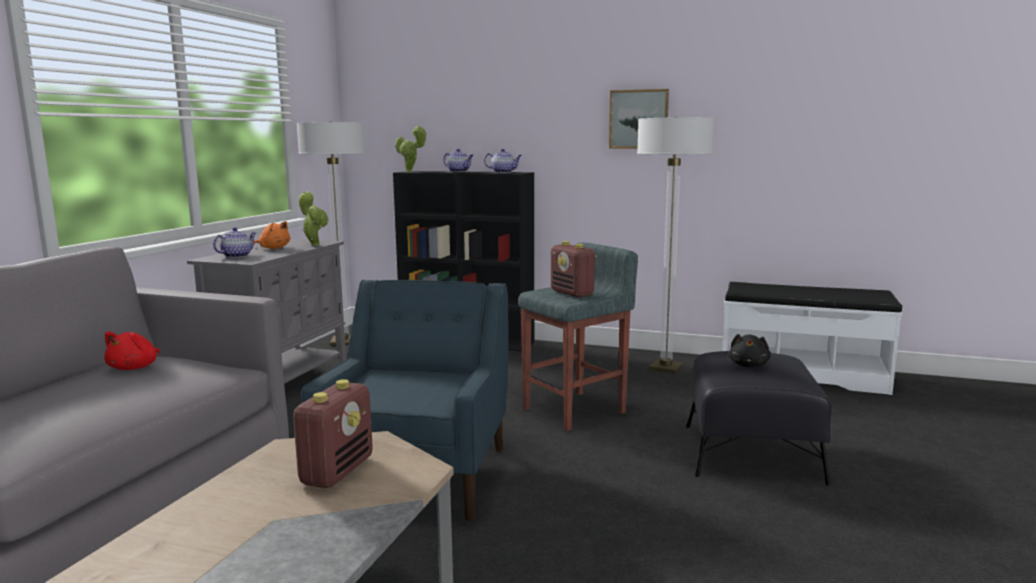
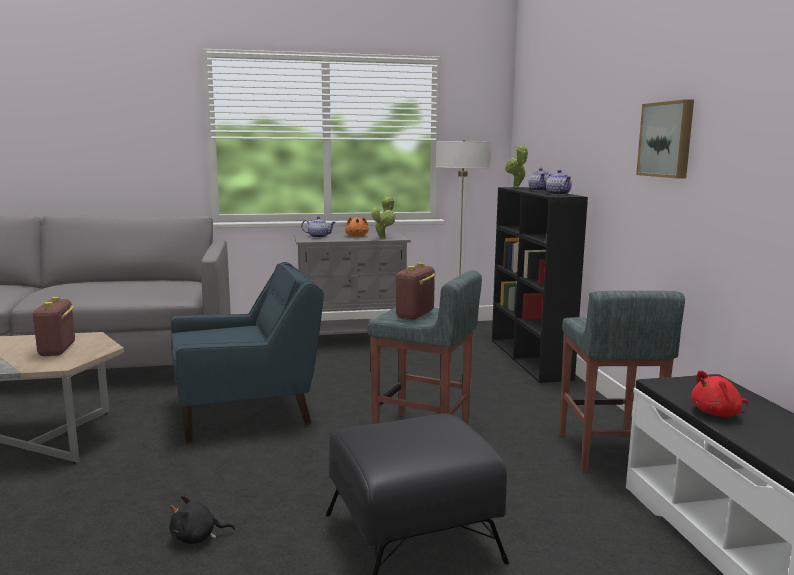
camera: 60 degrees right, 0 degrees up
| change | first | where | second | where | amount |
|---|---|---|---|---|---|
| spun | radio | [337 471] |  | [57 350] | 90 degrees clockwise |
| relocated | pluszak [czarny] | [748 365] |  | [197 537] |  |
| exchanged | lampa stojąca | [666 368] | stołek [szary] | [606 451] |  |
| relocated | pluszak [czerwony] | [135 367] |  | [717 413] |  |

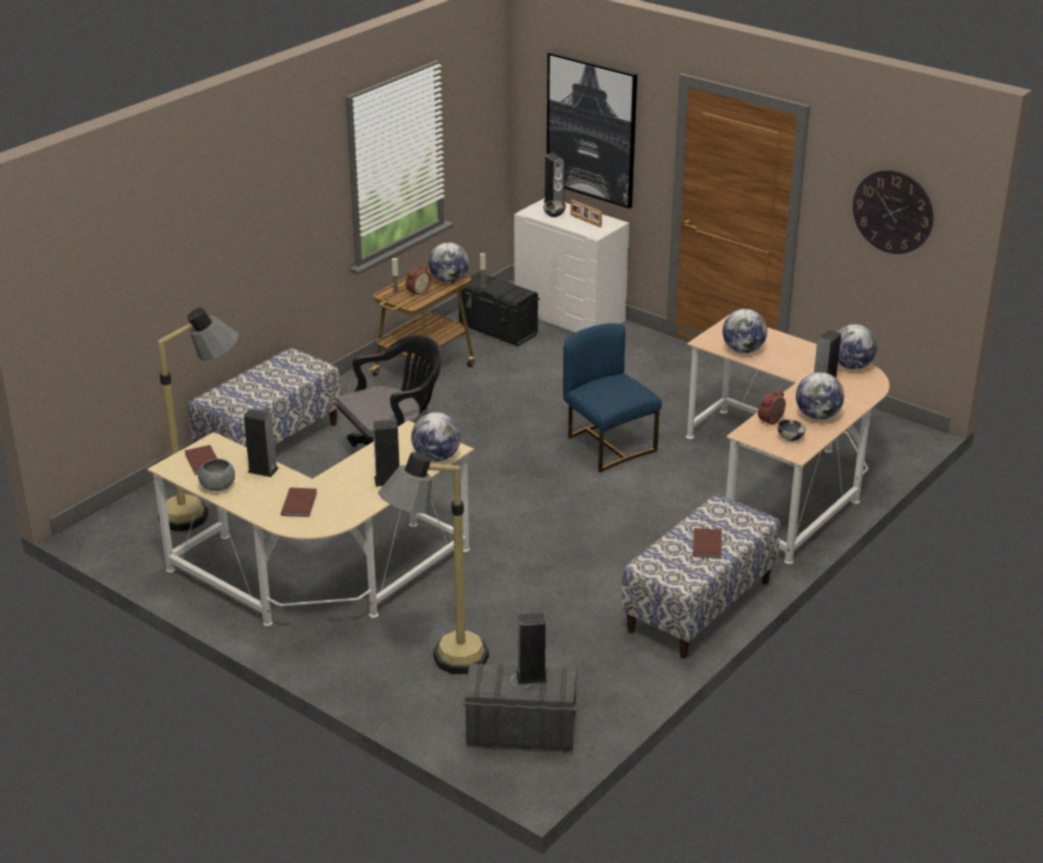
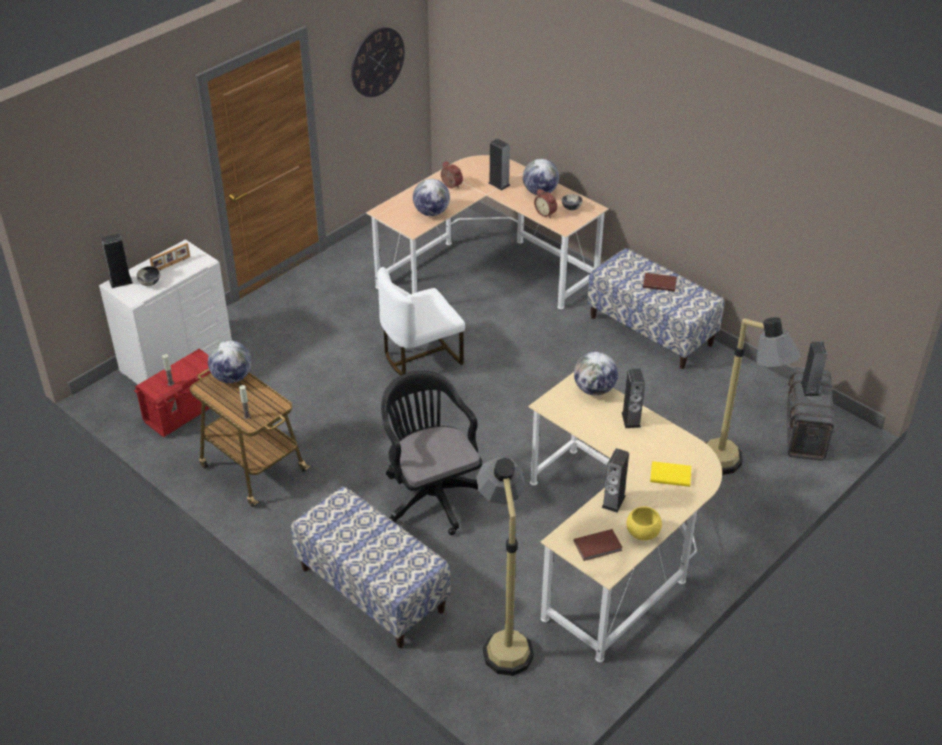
camera: 85 degrees left, 10 degrees up
| change | first | where | second | where | amount |
|---|---|---|---|---|---|
| colour | pojemnik do przechowywania [czarny] | [498 330] | pojemnik do przechowywania [czerwony] | [185 410] |  |
| colour | krzesło [niebieski] | [607 445] | krzesło [biały] | [421 356] |  |
| relocated | budzik | [417 292] |  | [450 186] |  |
| colour | miska [szary] | [218 486] | miska [żółty] | [642 532] |  |
| colour | książka [brązowy] | [300 503] | książka [żółty] | [670 474] |  |
| missing | obraz | [591 129] |  |  |  |
| missing | globus | [851 366] |  |  |  |

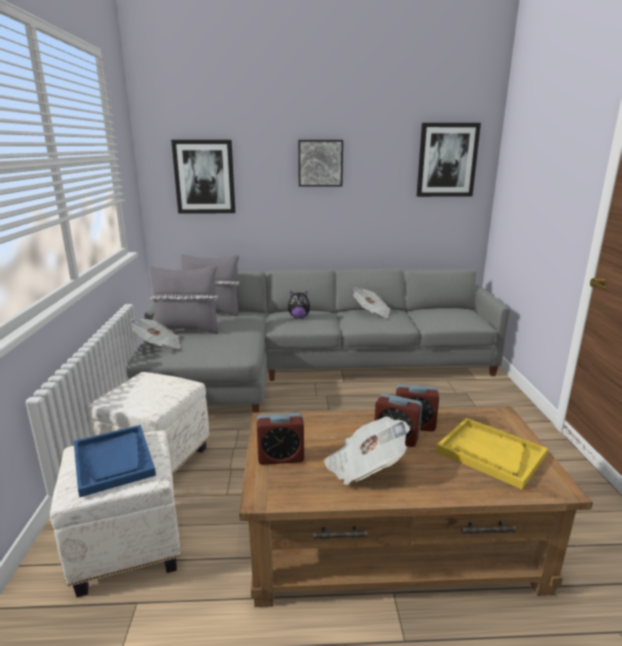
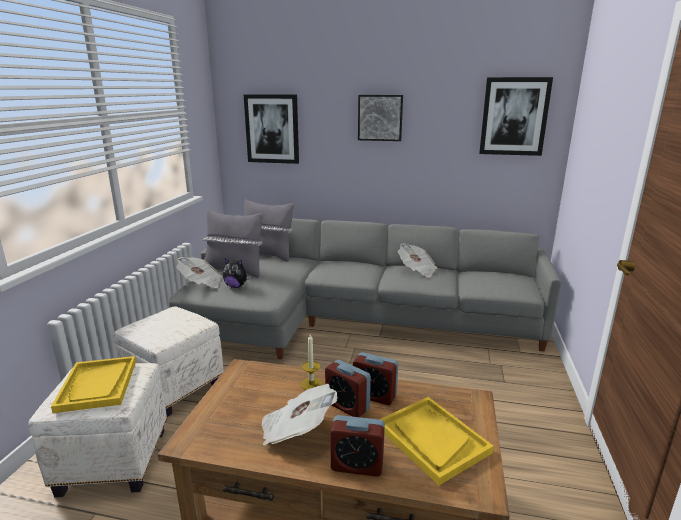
camera: 15 degrees right, 0 degrees up
| change | first | where | second | where | amount |
|---|---|---|---|---|---|
| colour | taca [niebieski] | [114 461] | taca [żółty] | [98 385] |  |
| relocated | pluszak | [299 317] |  | [236 286] |  |
| appeared |  |  | świeca | [311 384] |  |
| relocated | budzik | [281 457] |  | [357 465] |  |

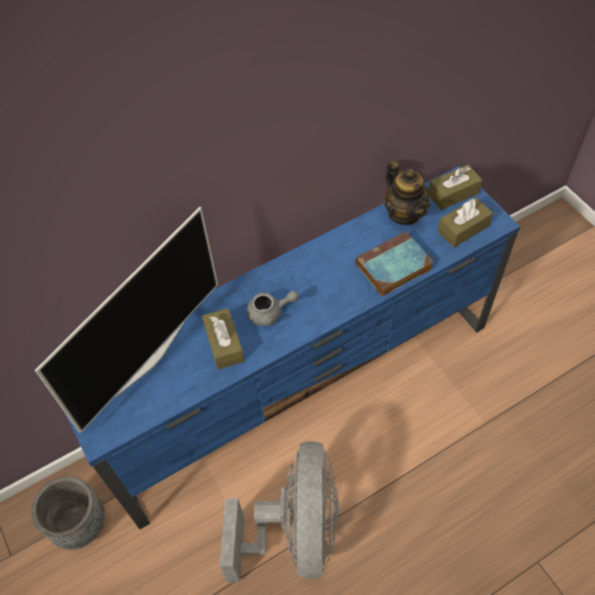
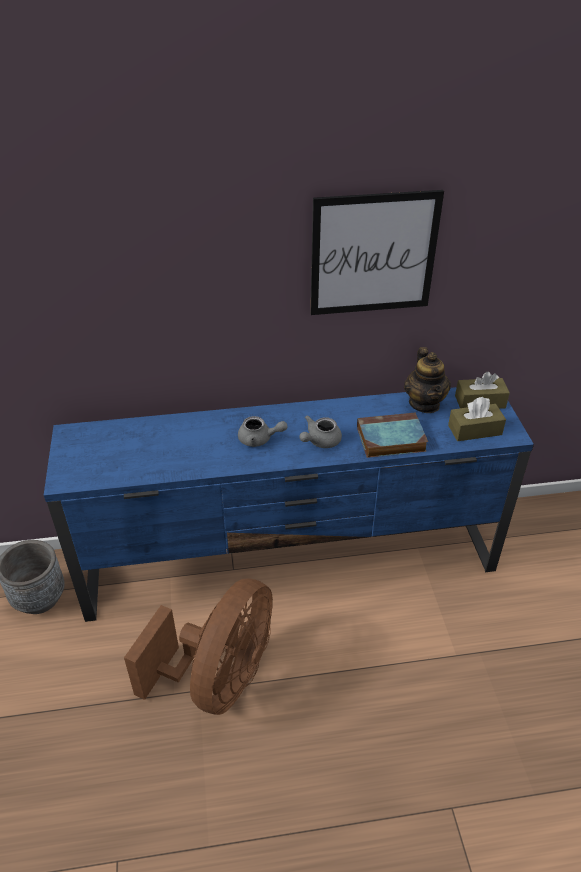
camera: 20 degrees right, 15 degrees down
| change | first | where | second | where | amount |
|---|---|---|---|---|---|
| colour | wentylator [szary] | [295 531] | wentylator [brązowy] | [219 678] |  |
| appeared |  |  | imbryk [szary] | [320 441] |  |
| appeared |  |  | obraz | [373 254] |  |
| missing | telewizor | [149 358] |  |  |  |
| missing | pudełko chusteczek [brązowy] | [224 344] |  |  |  |

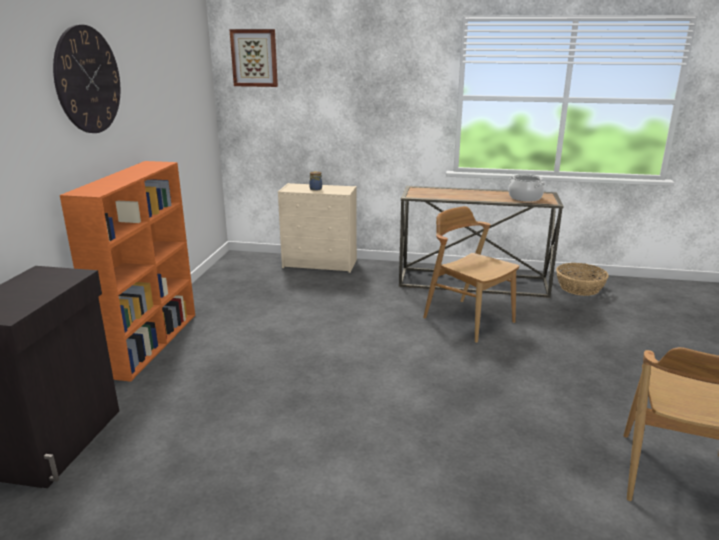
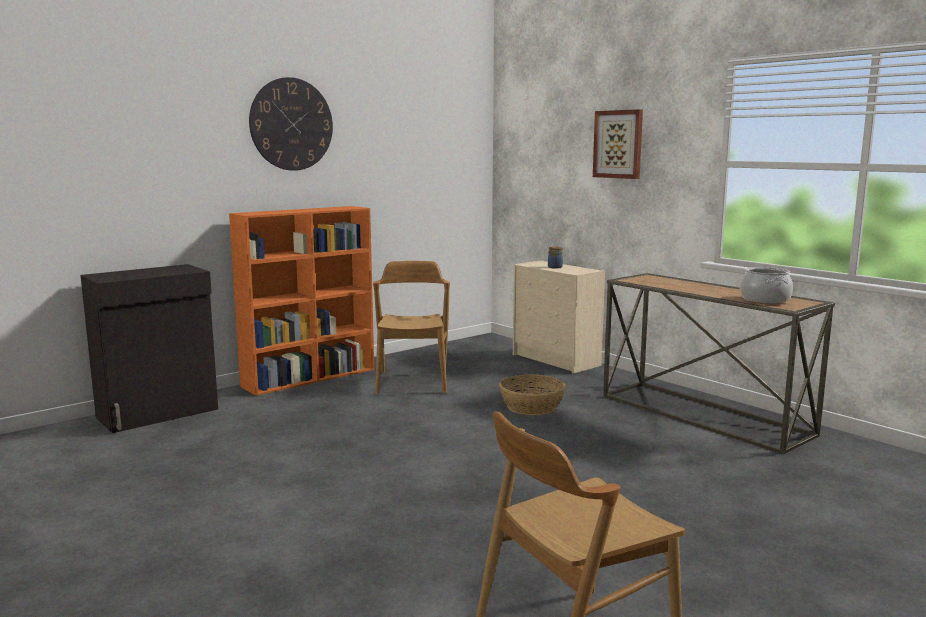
camera: 40 degrees right, 10 degrees down
| change | first | where | second | where | amount |
|---|---|---|---|---|---|
| relocated | krzesło [brązowy] | [468 320] |  | [413 382] |  |
| relocated | koszyk | [579 288] |  | [532 407] |  |
| relocated | obraz | [254 58] |  | [618 144] |  |

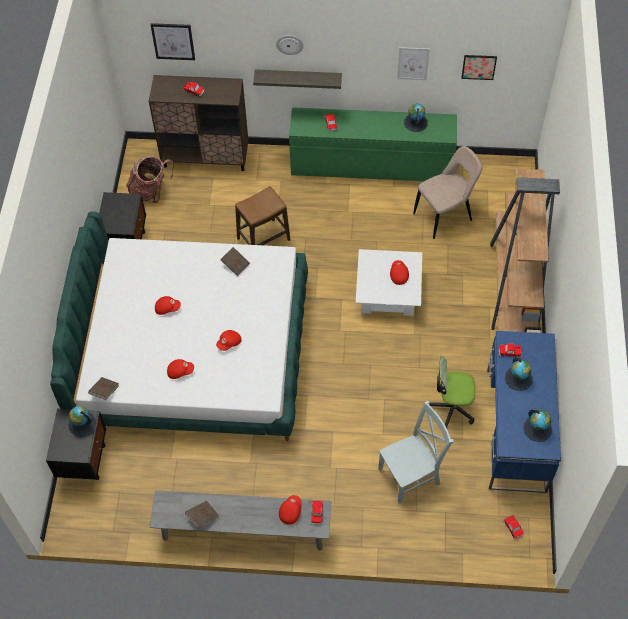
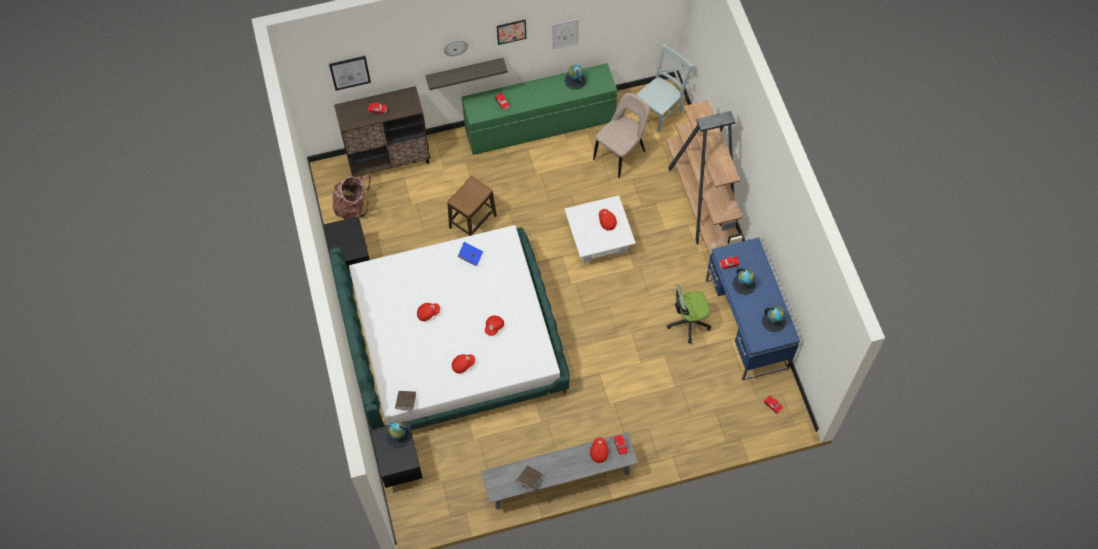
camera: 20 degrees left, 5 degrees up
| change | first | where | second | where | amount |
|---|---|---|---|---|---|
| colour | książka [brązowy] | [235 265] | książka [niebieski] | [470 256] |  |
| relocated | obraz | [479 67] |  | [511 31] |  |
| relocated | krzesło [szary] | [411 475] |  | [660 111] |  |

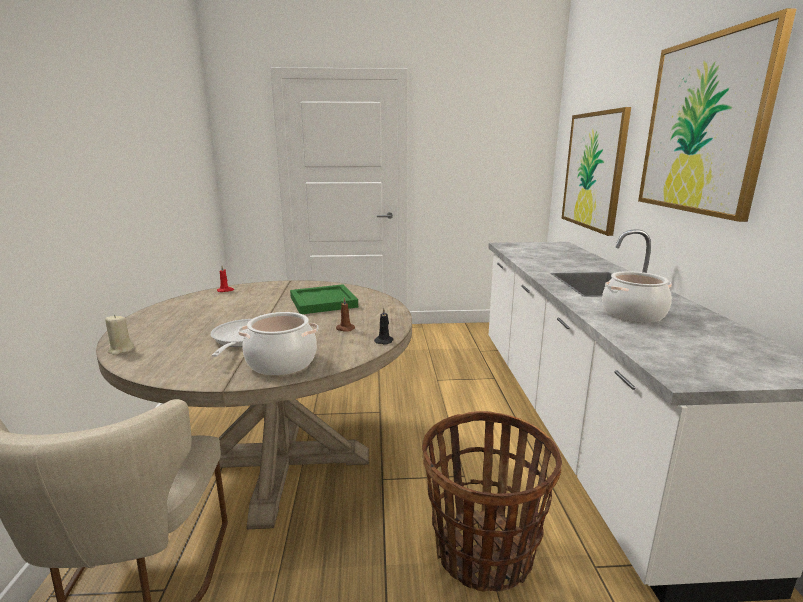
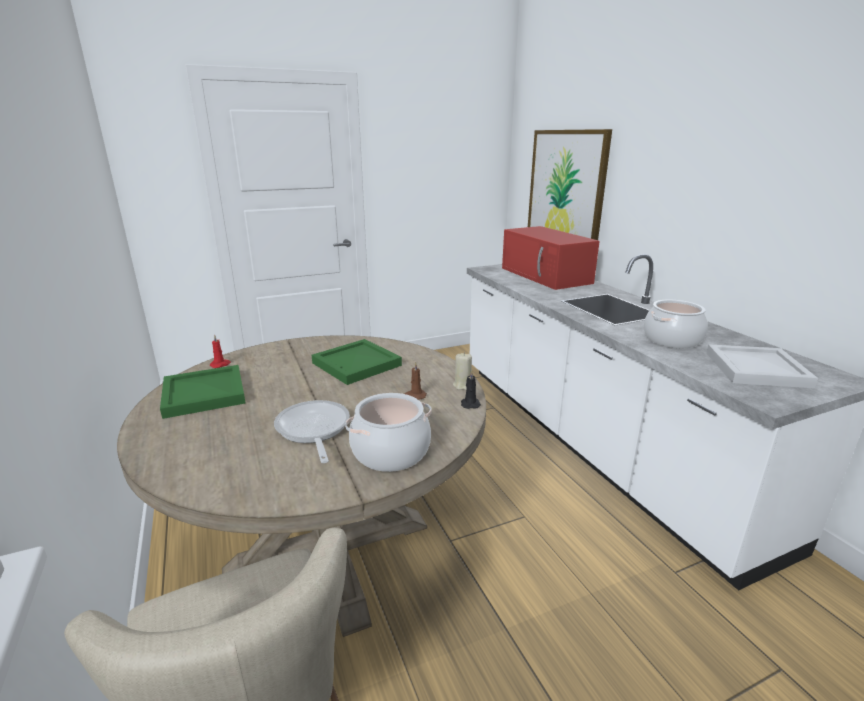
camera: 20 degrees left, 5 degrees up
| change | first | where | second | where | amount |
|---|---|---|---|---|---|
| appeared |  |  | taca [zielony] | [203 395] |  |
| relocated | świeca [beżowy] | [121 350] |  | [463 385] |  |
| appeared |  |  | mikrofalówka [czerwony] | [546 276] |  |
| appeared |  |  | taca [biały] | [755 369] |  |
| missing | koszyk | [483 553] |  |  |  |
| missing | obraz | [703 126] |  |  |  |

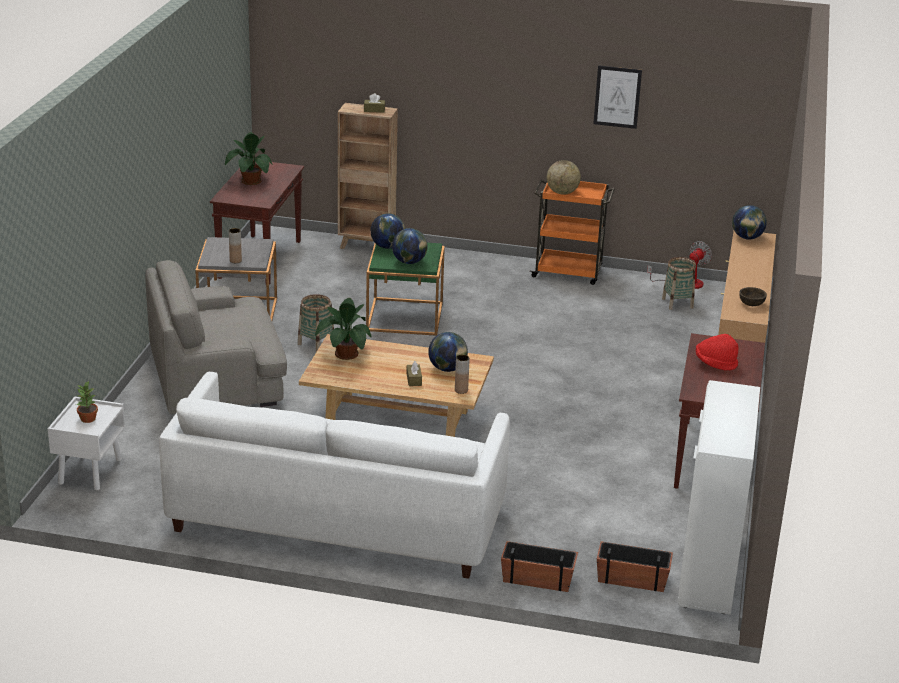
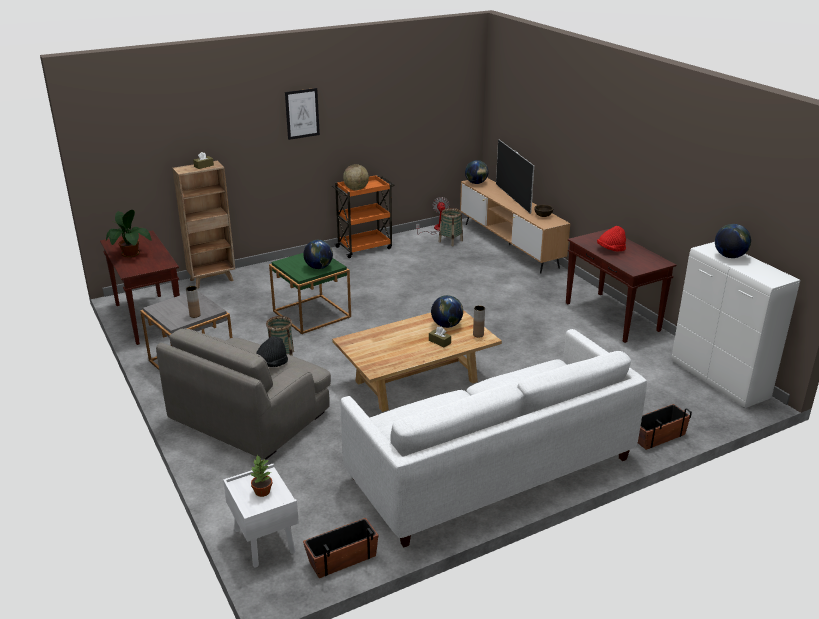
camera: 40 degrees left, 0 degrees up
| change | first | where | second | where | amount |
|---|---|---|---|---|---|
| appeared |  |  | kapelusz [czarny] | [271 364] |  |
| relocated | obraz | [617 97] |  | [302 113] |  |
| relocated | donica | [632 579] |  | [342 558] |  |
| appeared |  |  | telewizor | [513 198] |  |
| relocated | globus | [387 247] |  | [729 256] |  |
| missing | roślina doniczkowa | [345 354] |  |  |  |

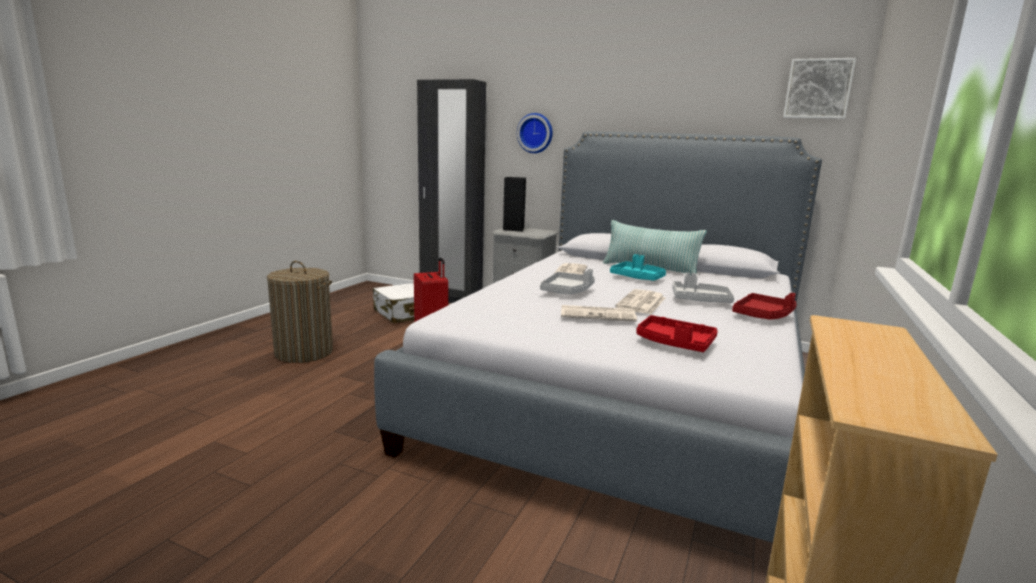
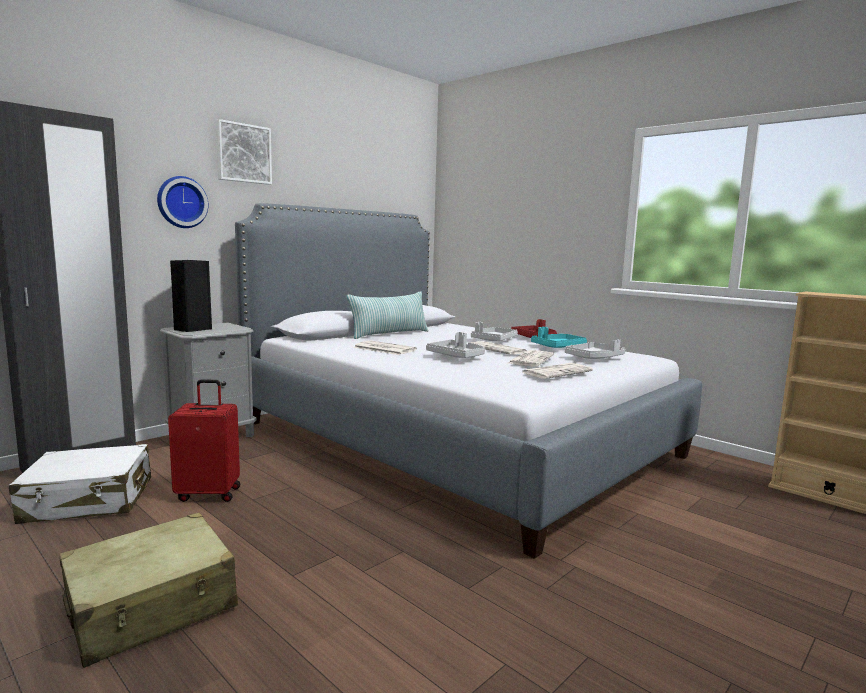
camera: 70 degrees left, 5 degrees down
| change | first | where | second | where | amount |
|---|---|---|---|---|---|
| exchanged | kosz na pranie | [304 352] | walizka [beżowy] | [152 606] |  |
| relocated | obraz | [818 89] |  | [243 153] |  |
| appeared |  |  | gazeta | [556 372] |  |
| relocated | taca [turkusowy] | [638 278] |  | [558 347] |  |
| colour | taca [czerwony] | [674 343] | taca [szary] | [594 358] |  |

